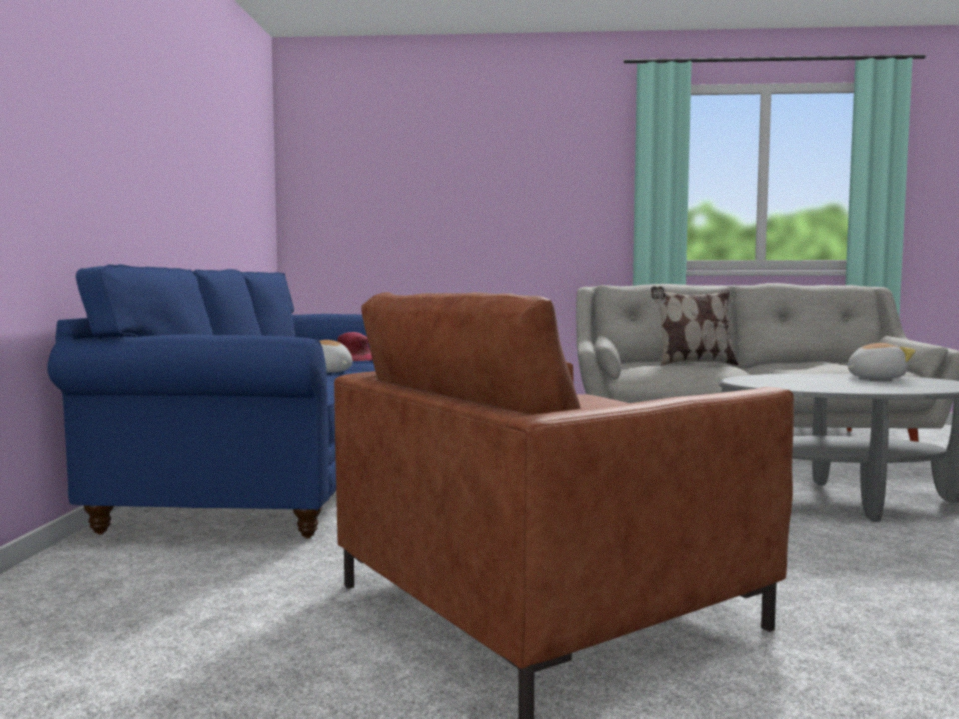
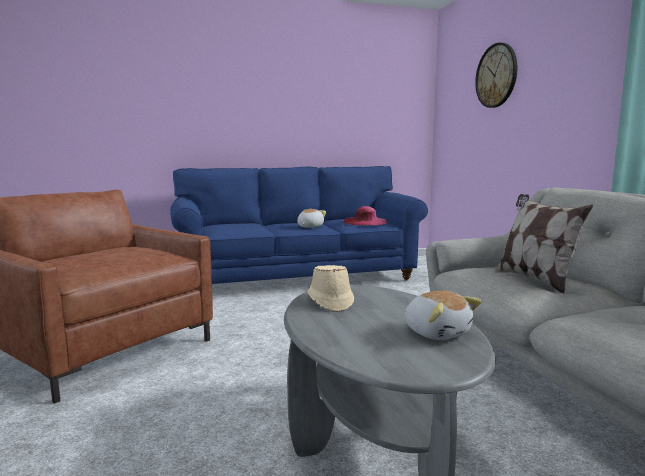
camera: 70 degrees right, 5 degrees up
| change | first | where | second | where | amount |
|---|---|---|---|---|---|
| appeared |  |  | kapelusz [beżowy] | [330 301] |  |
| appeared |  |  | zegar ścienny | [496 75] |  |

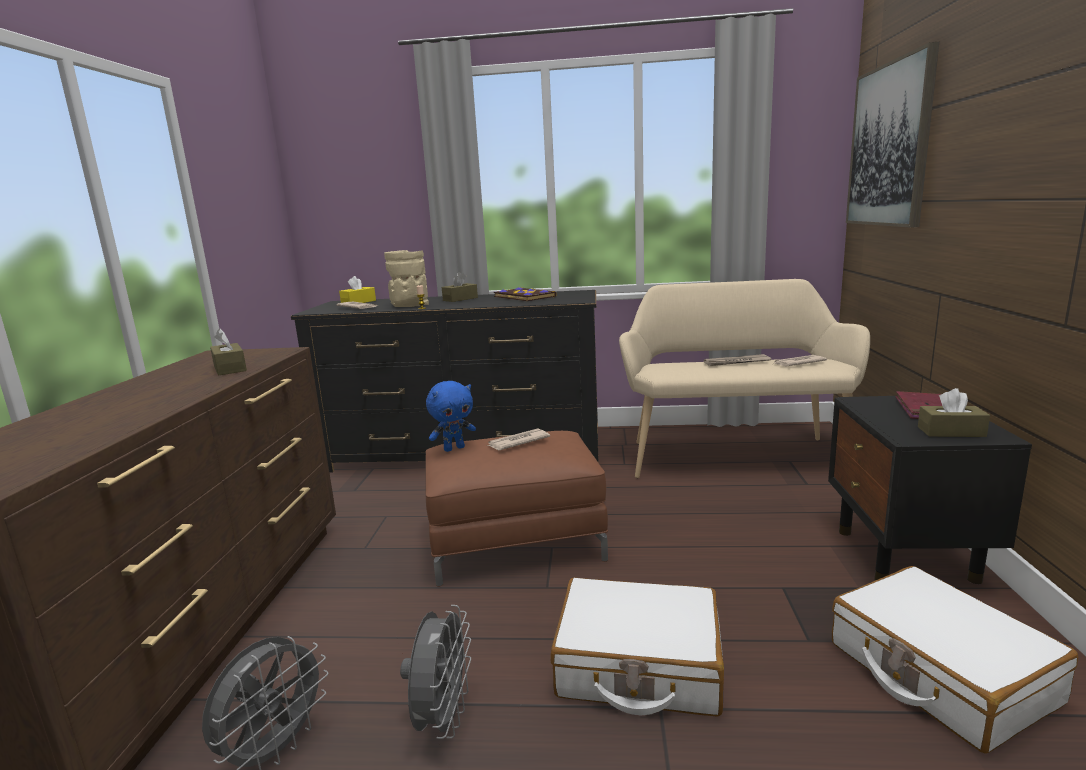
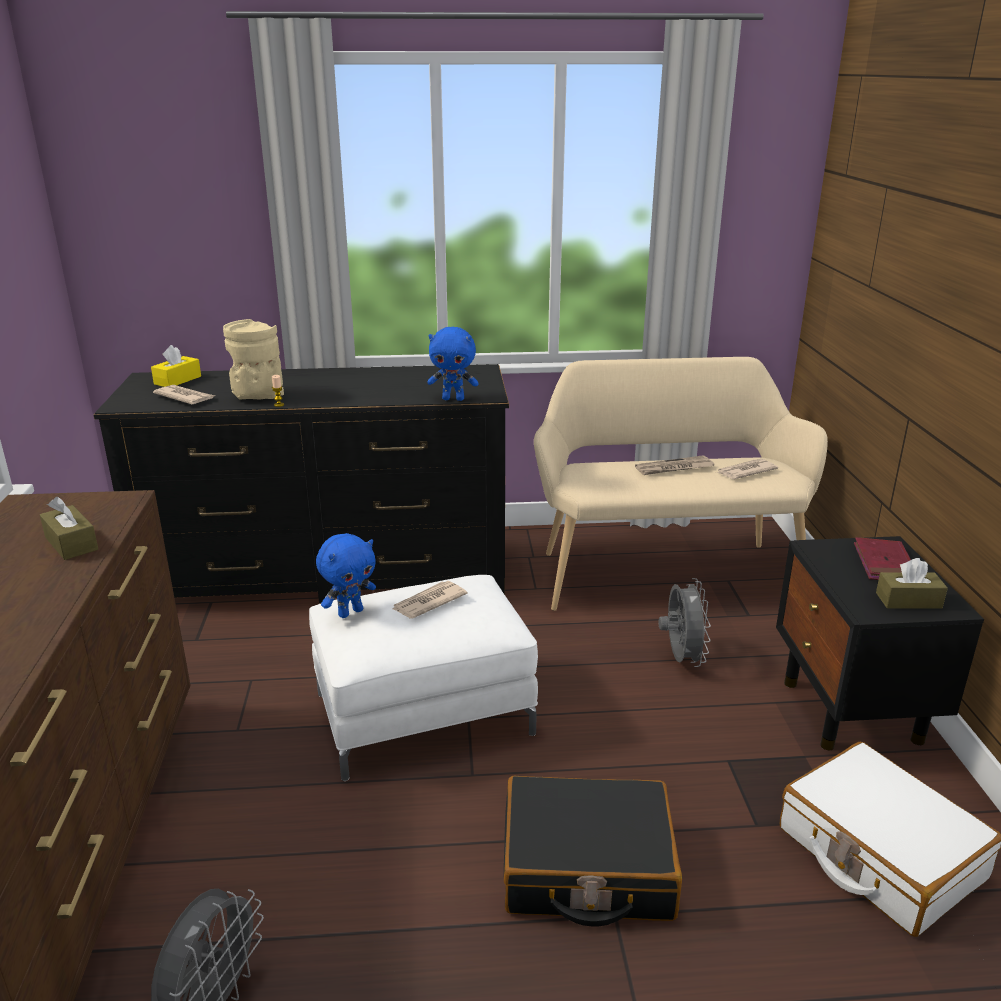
camera: 10 degrees left, 10 degrees up
| change | first | where | second | where | amount |
|---|---|---|---|---|---|
| colour | pufa [brązowy] | [515 542] | pufa [biały] | [424 713] |  |
| appeared |  |  | pluszak [niebieski] | [453 399] |  |
| colour | walizka [biały] | [638 665] | walizka [czarny] | [587 868] |  |
| relocated | wentylator [szary] | [443 719] |  | [680 658] |  |
| missing | pudełko chusteczek [brązowy] | [460 299] |  |  |  |
| missing | książka | [523 297] |  |  |  |
| missing | obraz | [889 145] |  |  |  |

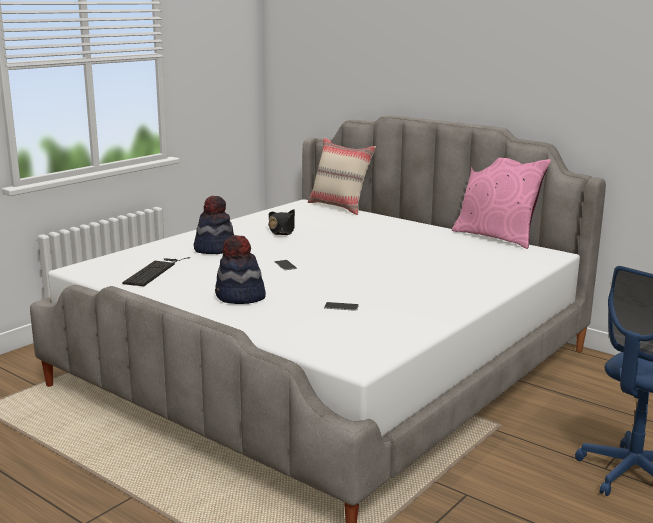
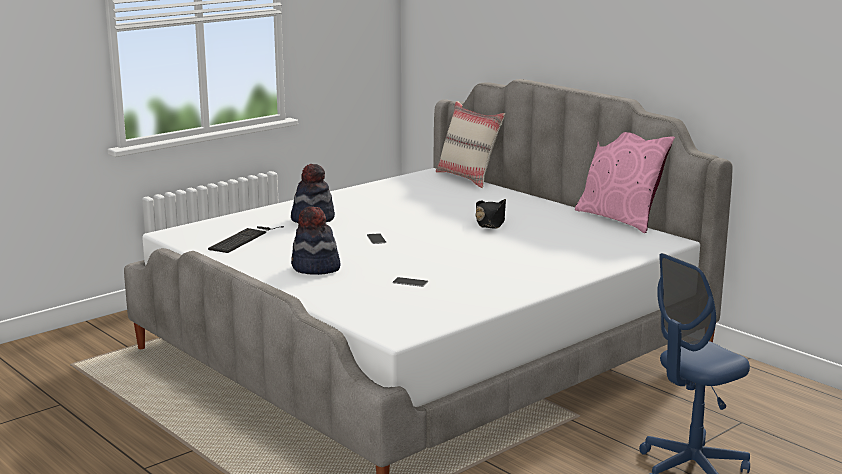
camera: 10 degrees right, 0 degrees up
| change | first | where | second | where | amount |
|---|---|---|---|---|---|
| relocated | kapelusz [czarny] | [282 230] |  | [490 222] |  |

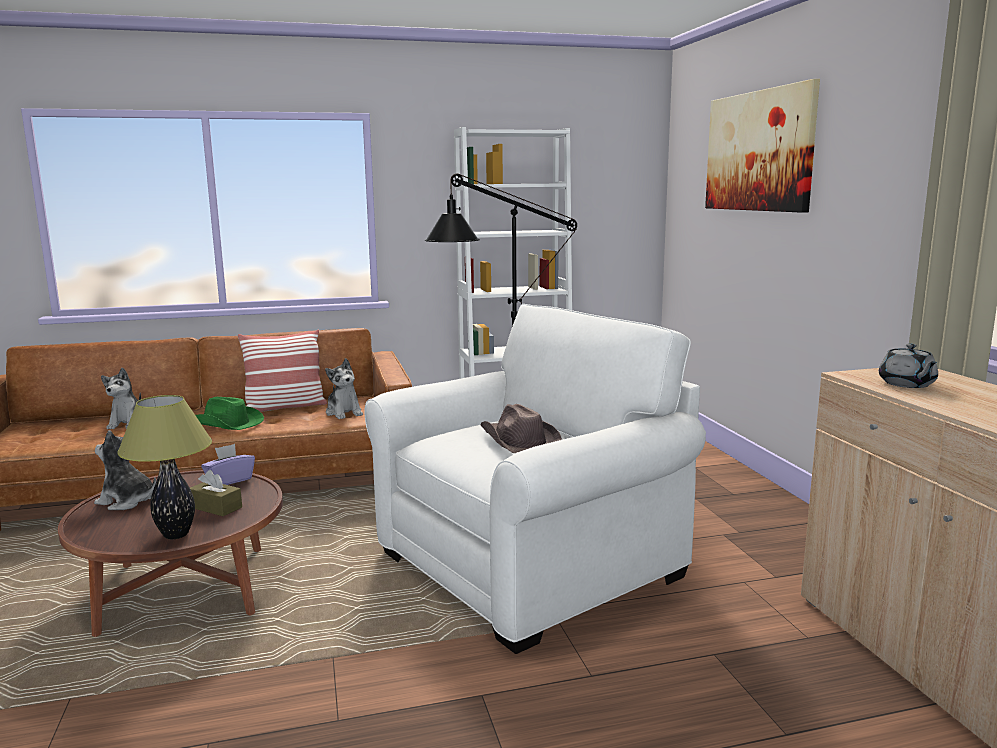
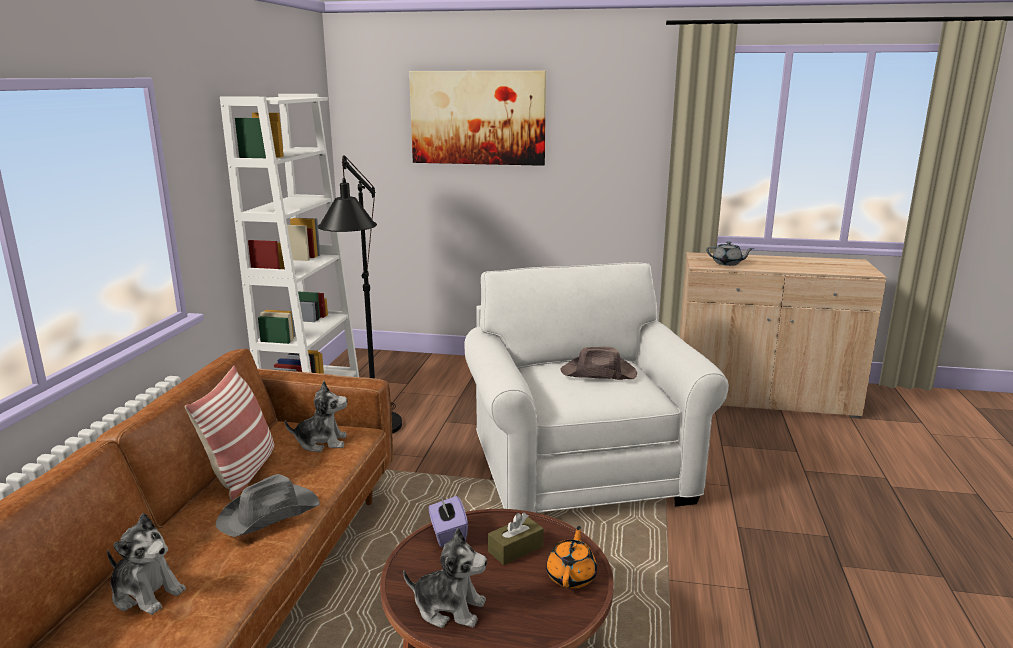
camera: 65 degrees left, 5 degrees up
| change | first | where | second | where | amount |
|---|---|---|---|---|---|
| colour | kapelusz [zielony] | [226 424] | kapelusz [szary] | [270 514] |  |
| spun | pluszak | [127 501] |  | [449 608] | 120 degrees counterclockwise |
| exchanged | lampa stołowa | [176 534] | imbryk [pomarańczowy] | [571 576] |  |

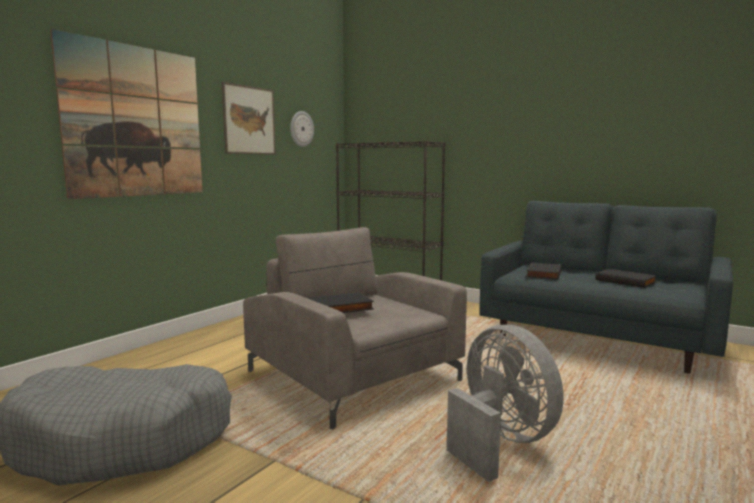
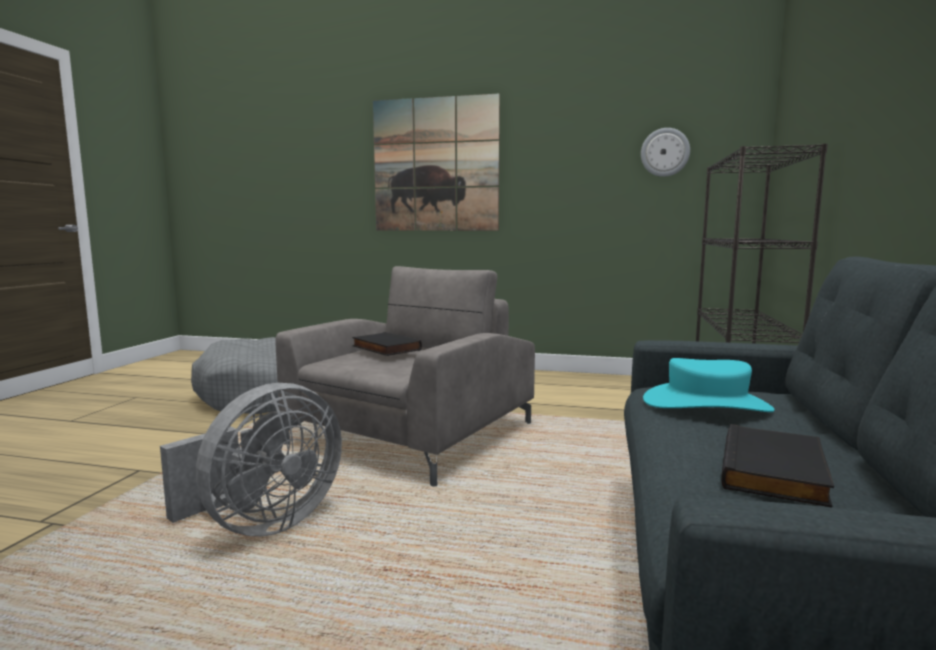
camera: 70 degrees right, 0 degrees up
| change | first | where | second | where | amount |
|---|---|---|---|---|---|
| exchanged | książka [czarny] | [542 274] | kapelusz [turkusowy] | [706 404] |  |
| missing | obraz | [249 120] |  |  |  |

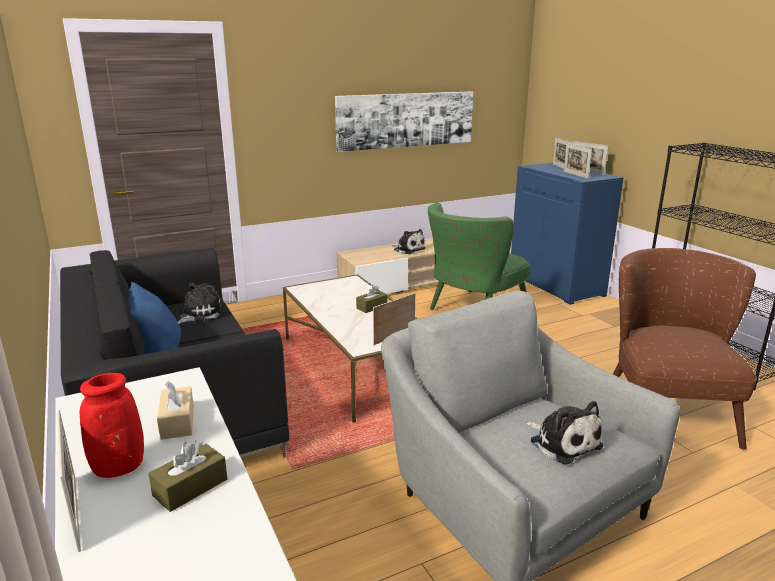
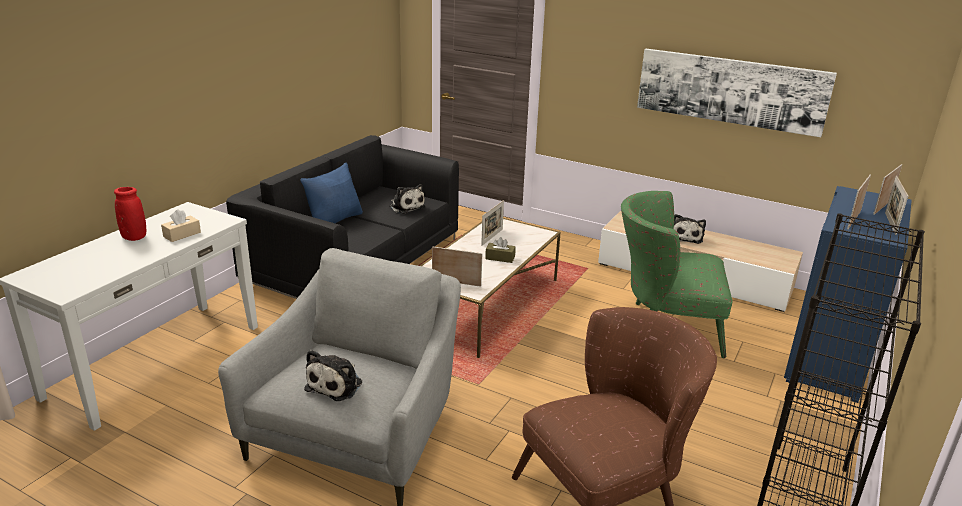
camera: 55 degrees right, 5 degrees up
| change | first | where | second | where | amount |
|---|---|---|---|---|---|
| spun | pluszak | [199 314] |  | [406 206] | 45 degrees clockwise |
| relocated | ramka na zdjęcie | [76 512] |  | [492 237] |  |
| missing | pudełko chusteczek [brązowy] | [190 487] |  |  |  |

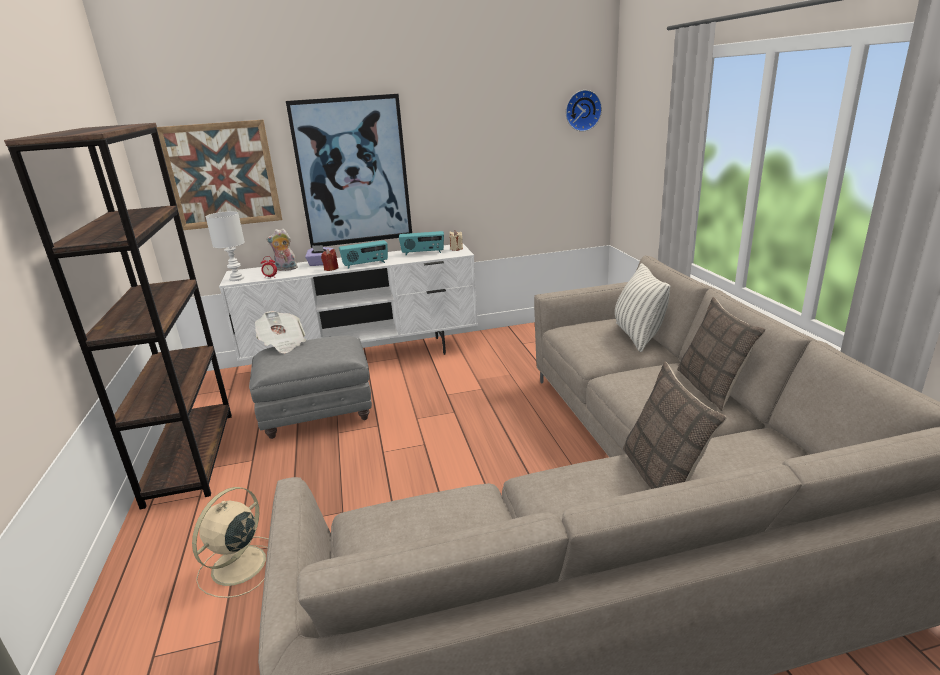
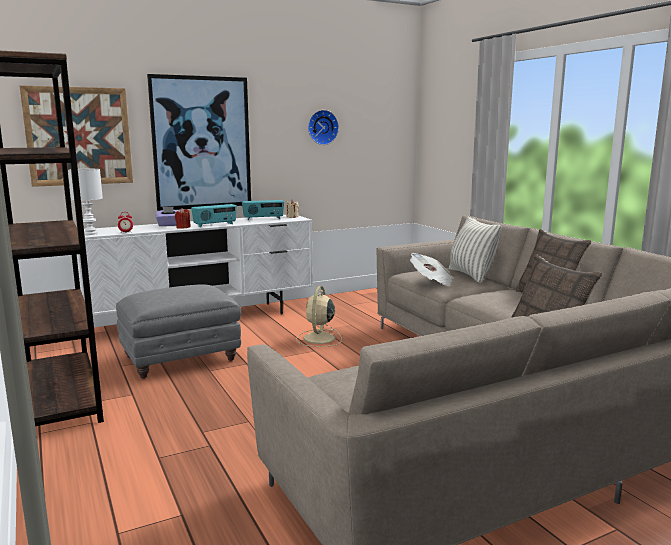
camera: 15 degrees left, 10 degrees down
| change | first | where | second | where | amount |
|---|---|---|---|---|---|
| relocated | wentylator [beżowy] | [237 567] |  | [319 339] |  |
| relocated | zegar ścienny | [582 110] |  | [322 127] |  |
| relocated | gazeta | [283 344] |  | [432 281] |  |
| missing | pluszak | [285 269] |  |  |  |

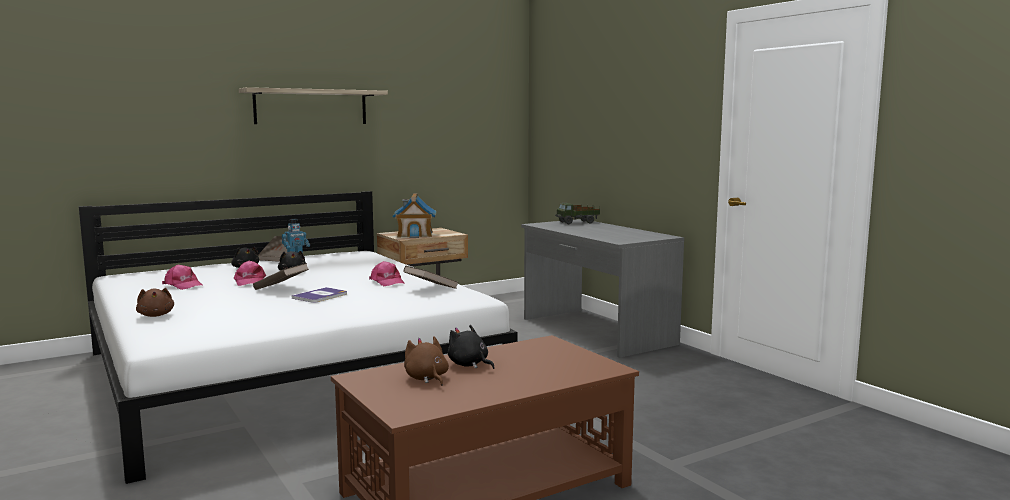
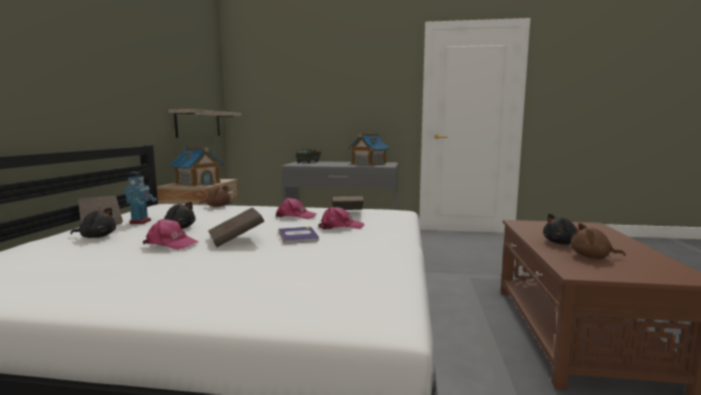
camera: 50 degrees left, 0 degrees up
| change | first | where | second | where | amount |
|---|---|---|---|---|---|
| relocated | półka | [311 107] |  | [198 124] |  |
| relocated | pluszak [brązowy] | [156 315] |  | [217 206] |  |
| relocated | czapka z daszkiem [różowy] | [183 285] |  | [340 227] |  |
| appeared |  |  | domek | [368 163] |  |

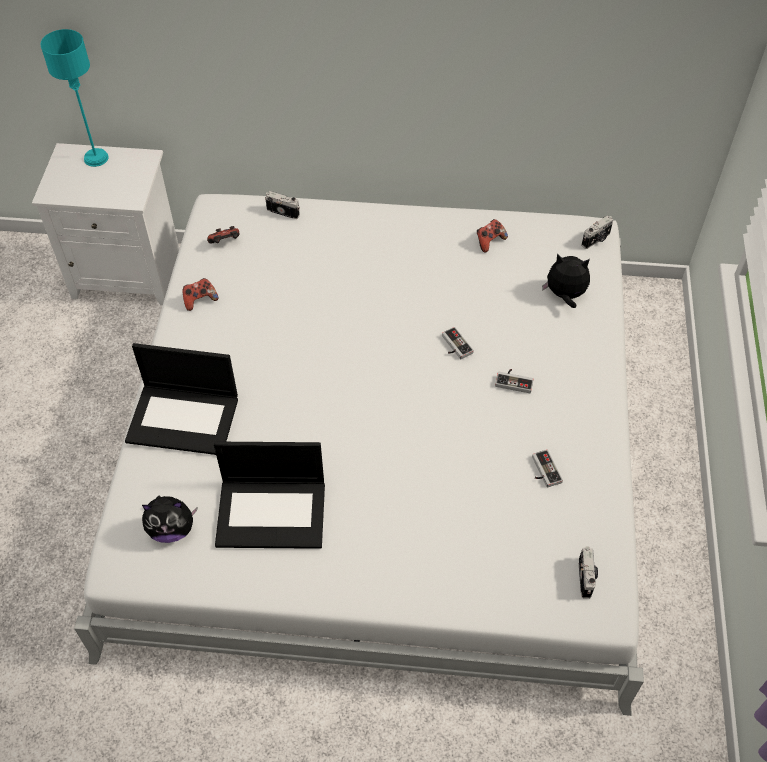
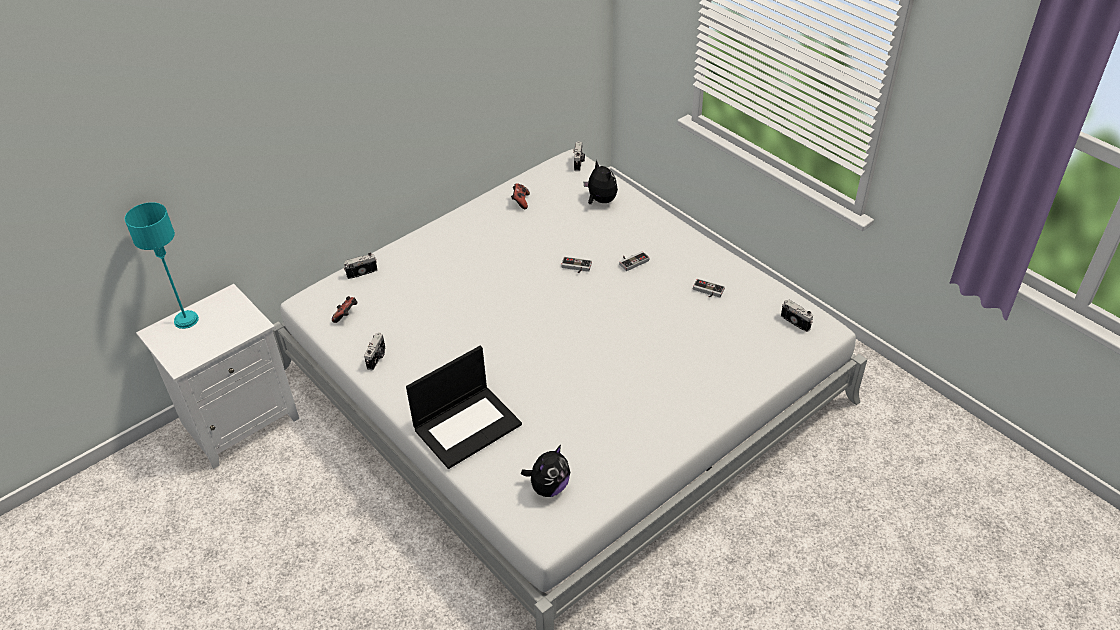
camera: 45 degrees left, 10 degrees down
| change | first | where | second | where | amount |
|---|---|---|---|---|---|
| exchanged | pad do gier | [200 300] | aparat fotograficzny | [377 358] |  |
| spun | pluszak | [565 295] |  | [600 201] | 90 degrees clockwise |
| missing | laptop | [272 512] |  |  |  |

